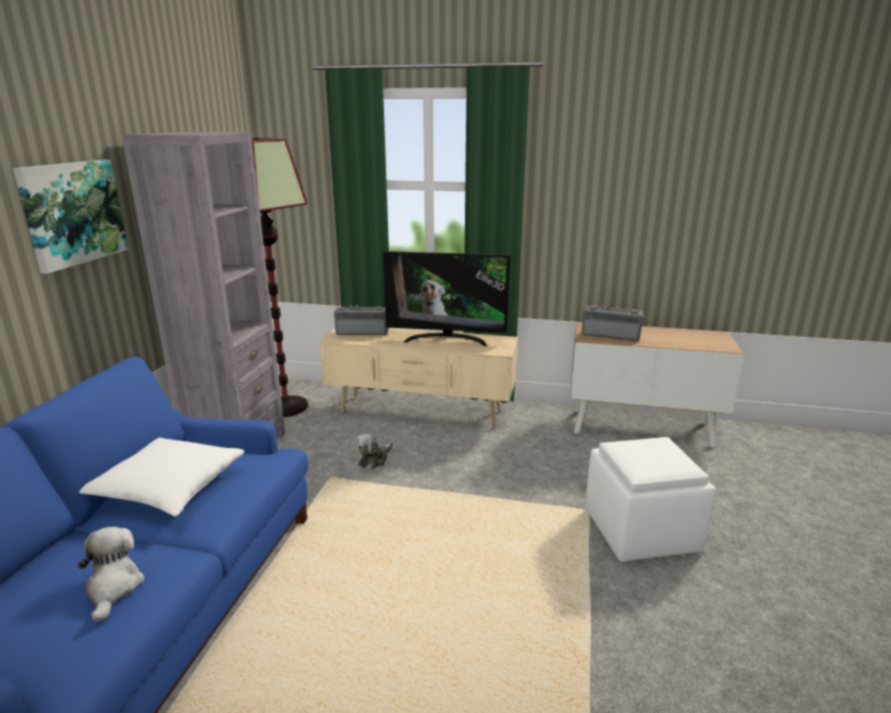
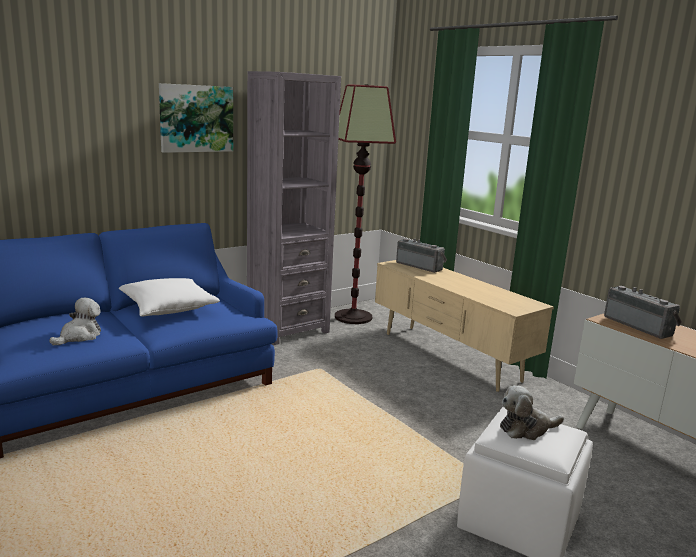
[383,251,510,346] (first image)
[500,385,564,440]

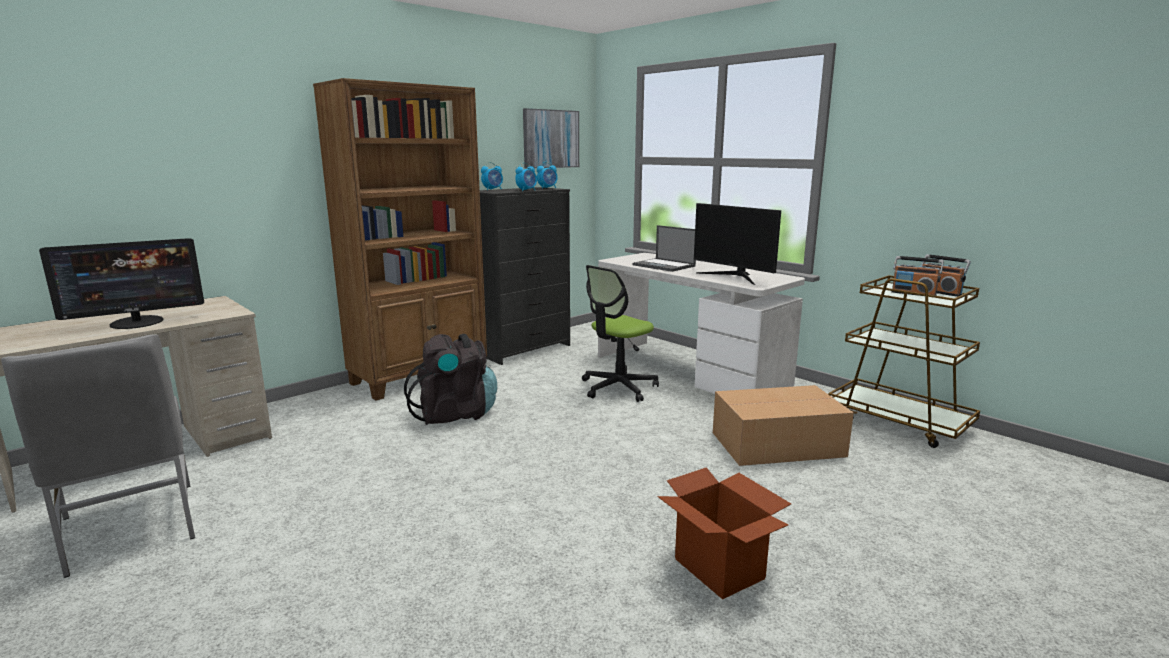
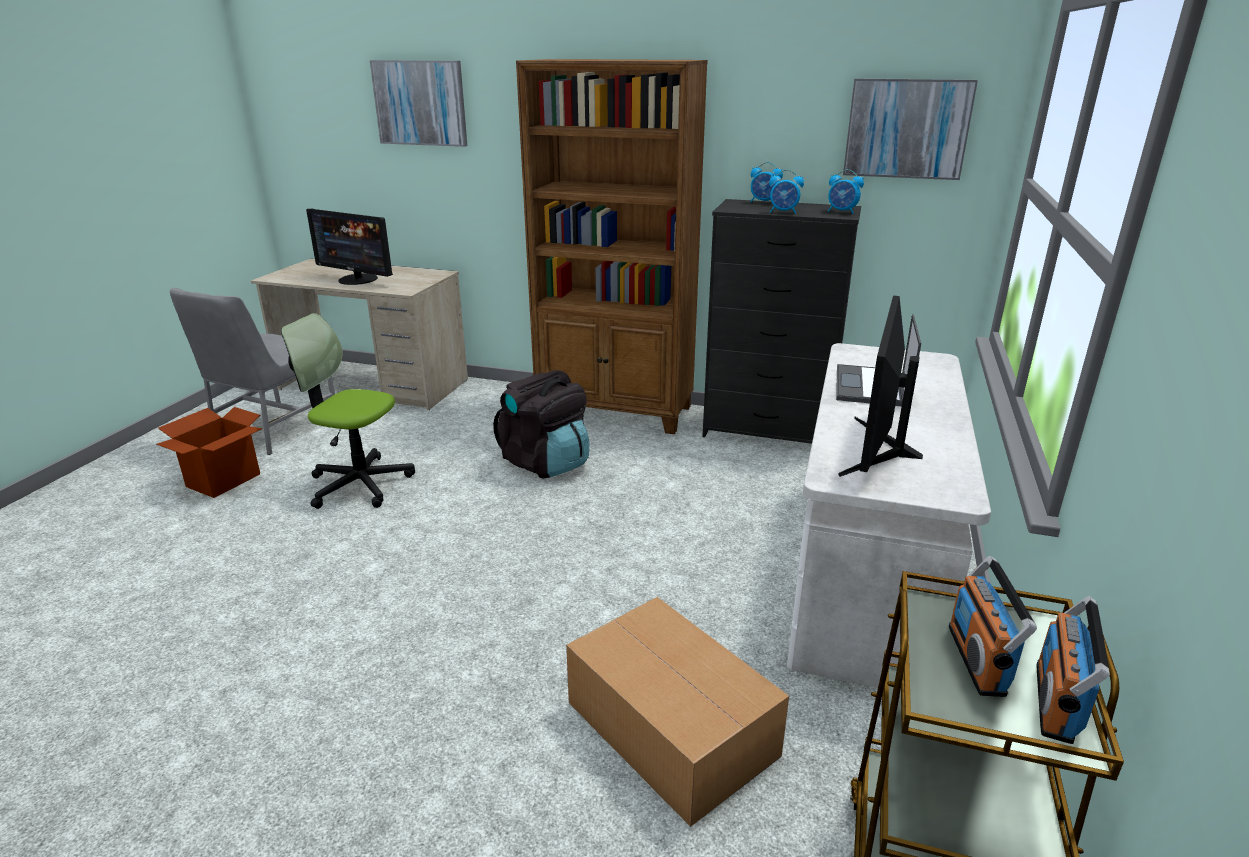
[281,313,415,509]
[156,407,263,498]
[370,60,467,147]

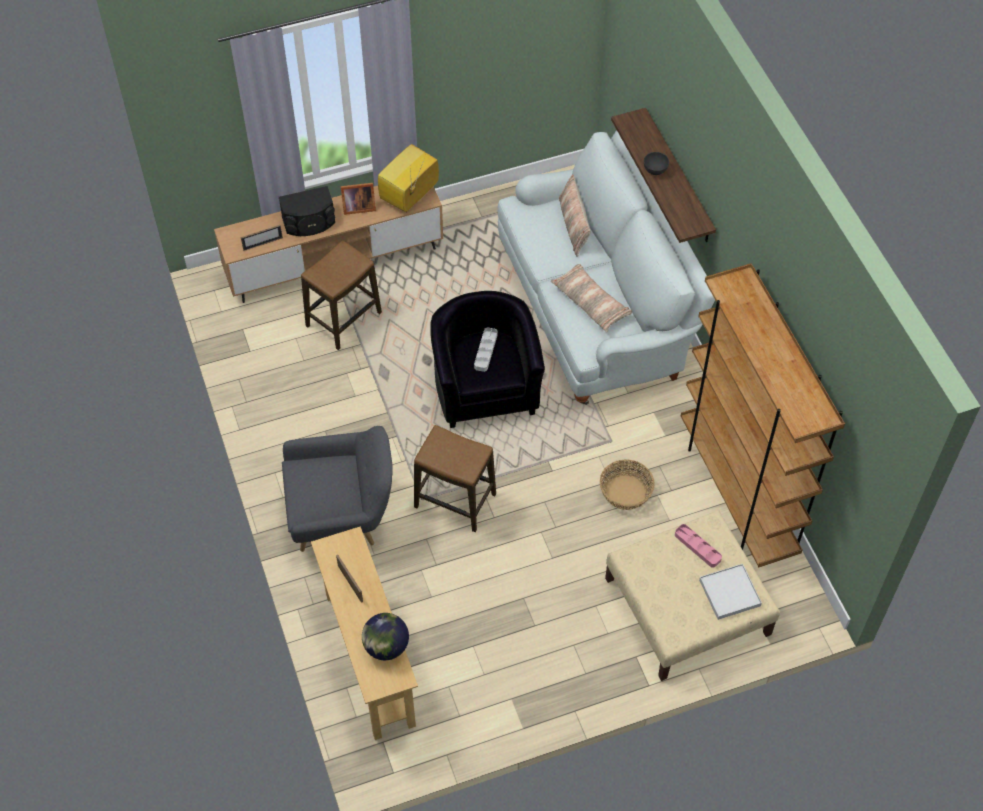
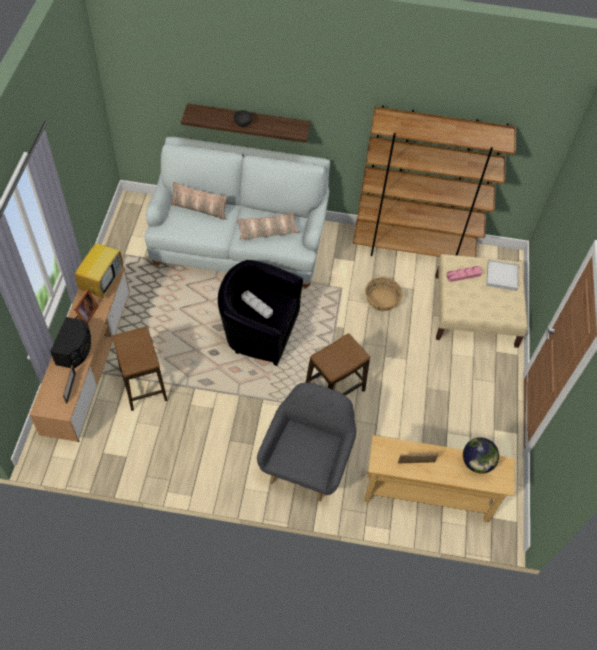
[75,233,123,298]

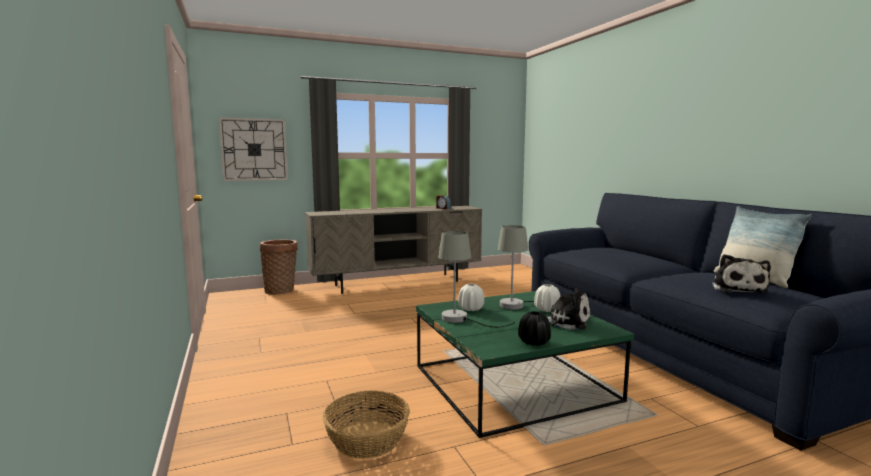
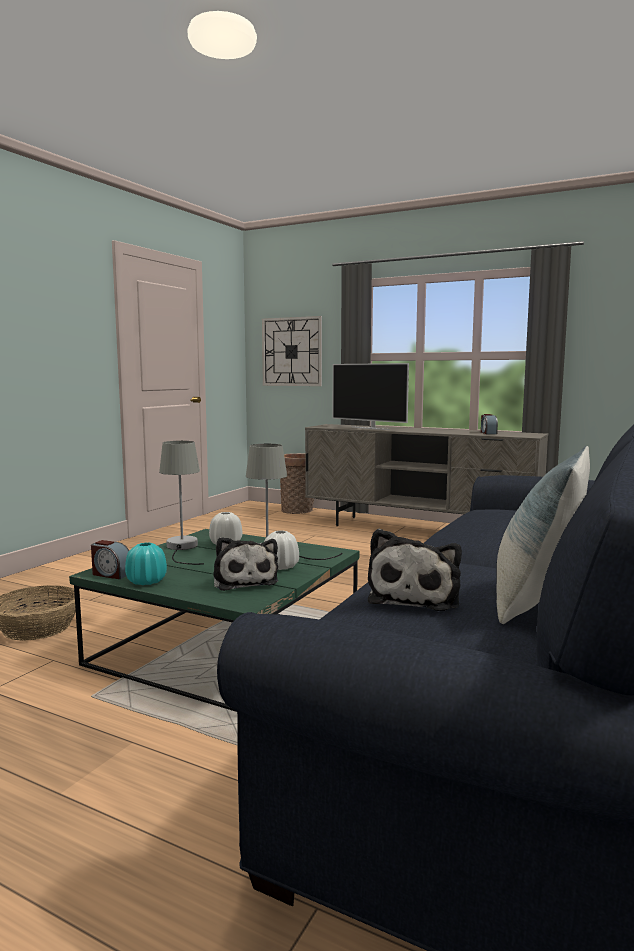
[368,529,462,611]
[125,543,167,585]
[333,363,409,430]
[91,540,129,579]

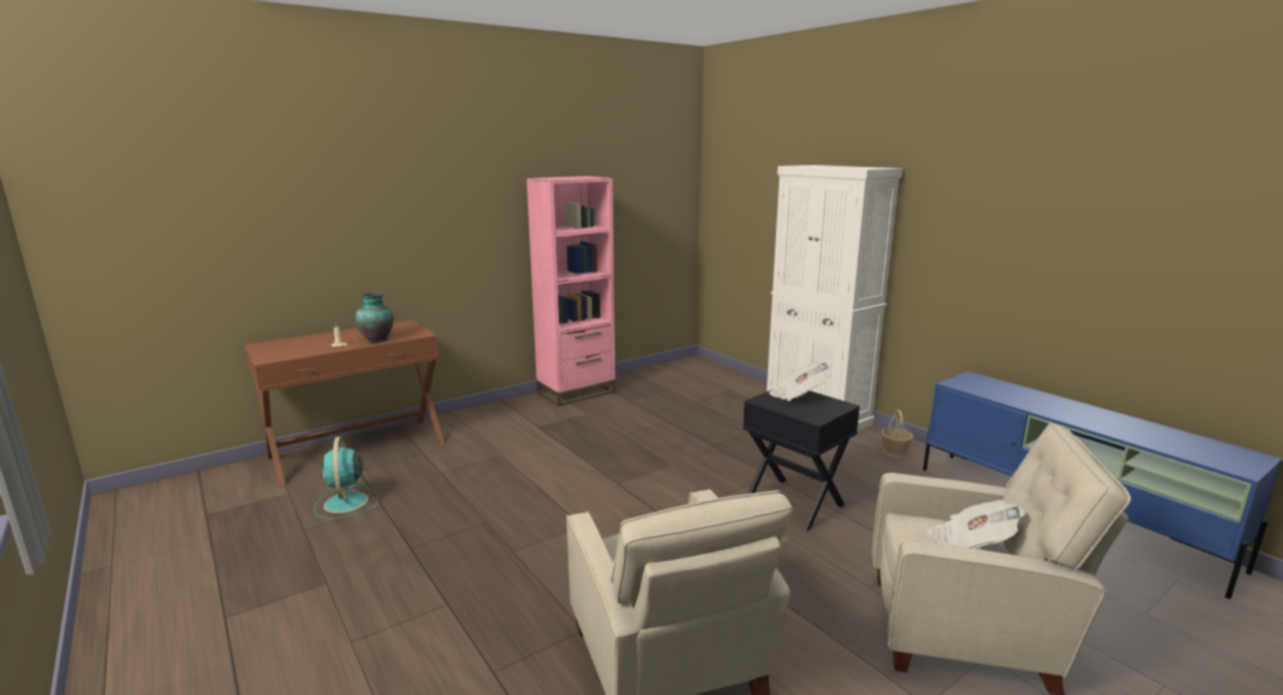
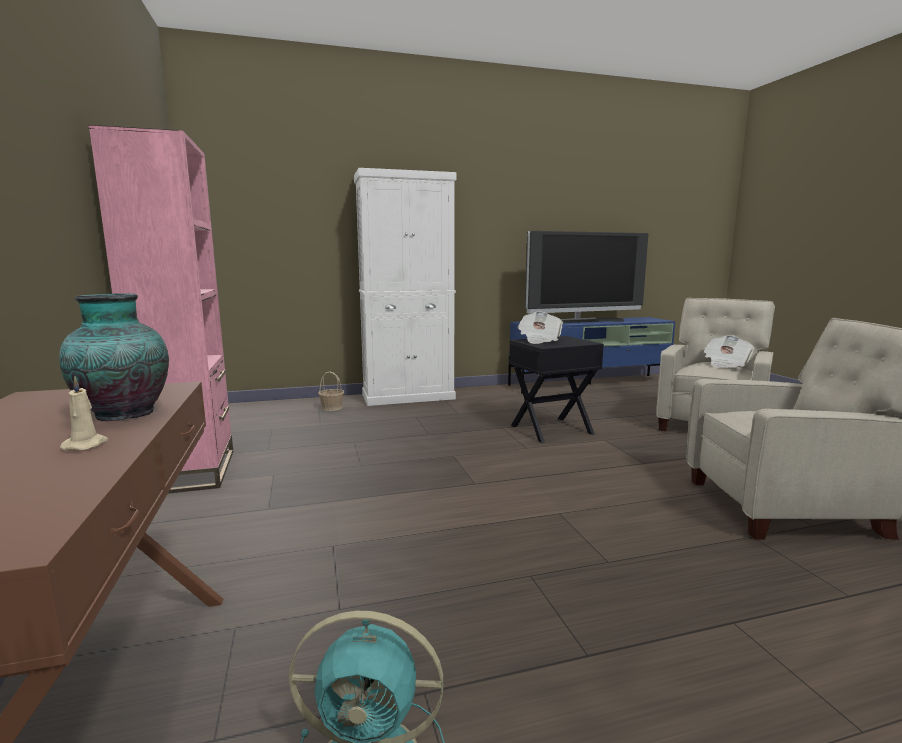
[318,372,344,411]
[525,231,648,323]

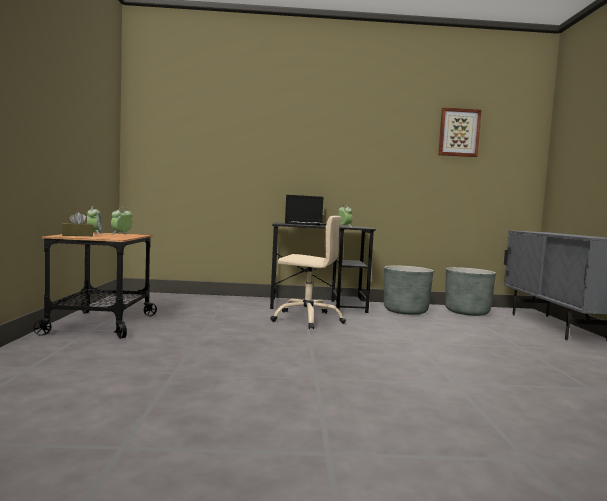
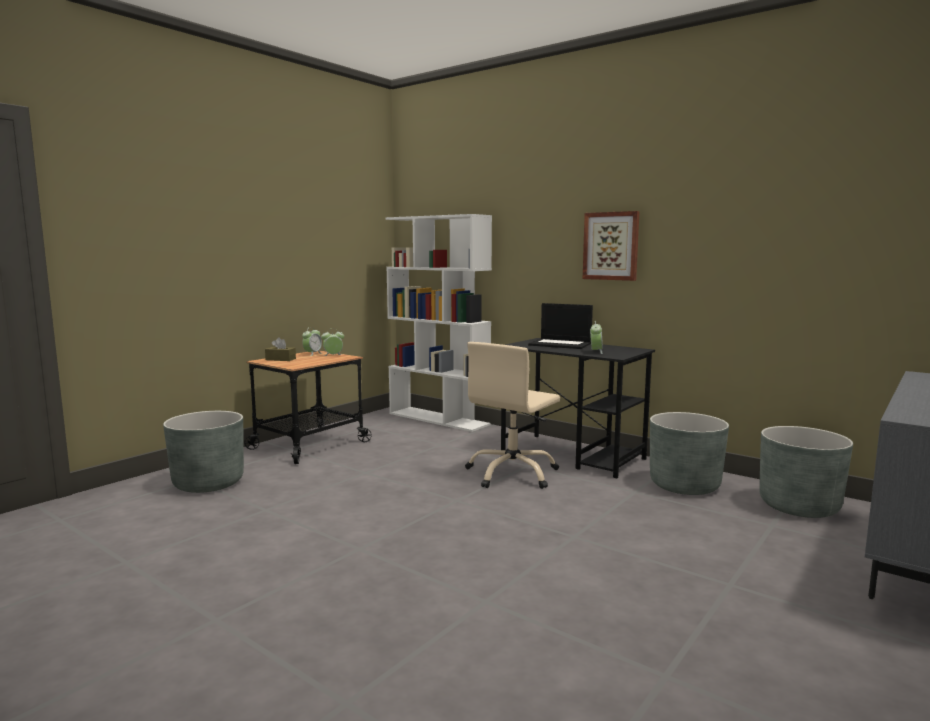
[583,211,640,281]
[465,342,560,489]
[385,214,492,432]
[163,411,244,493]

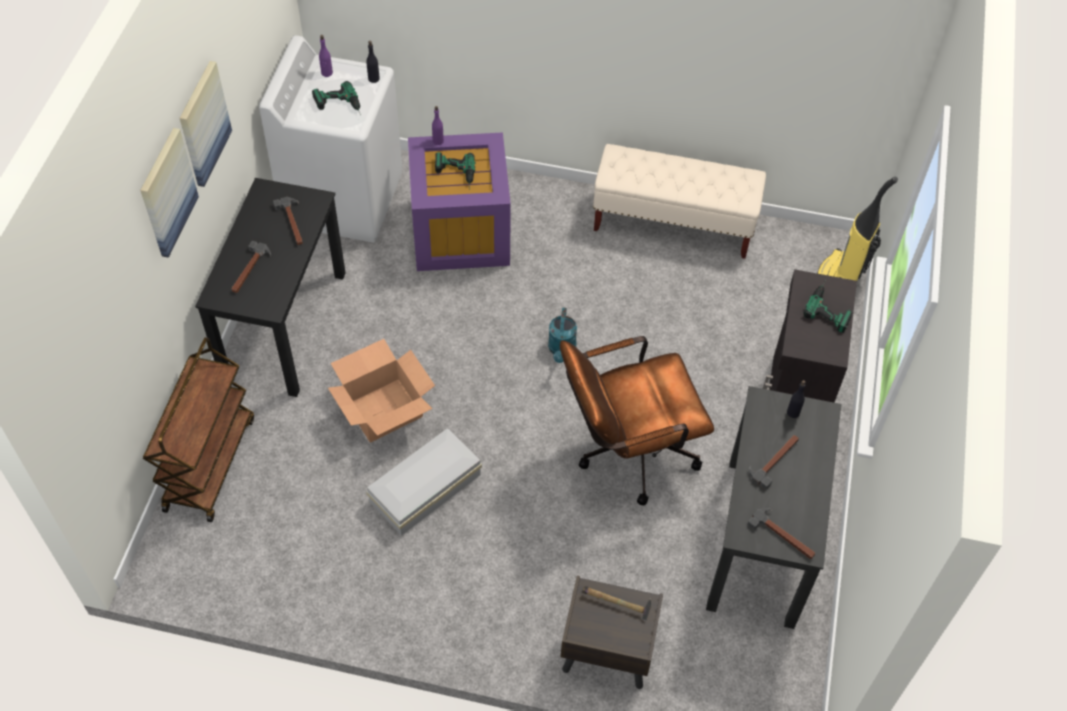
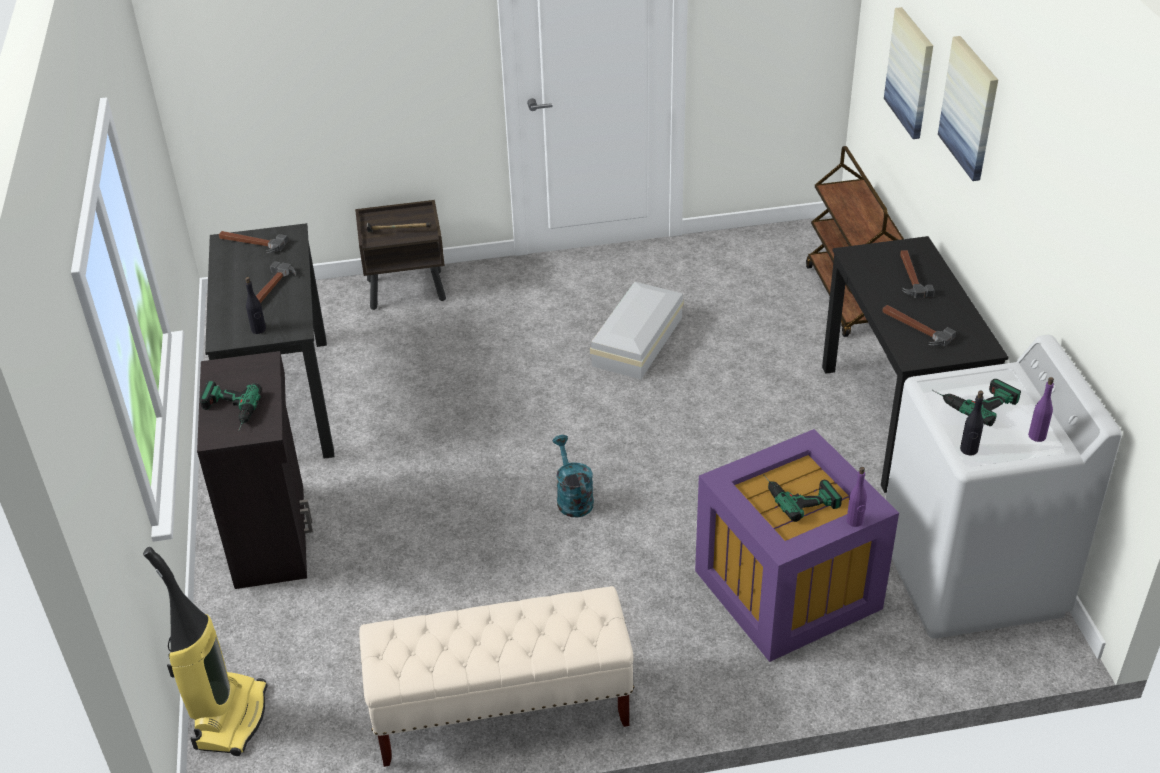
[884,7,933,139]
[560,336,714,505] (first image)
[328,339,435,443] (first image)

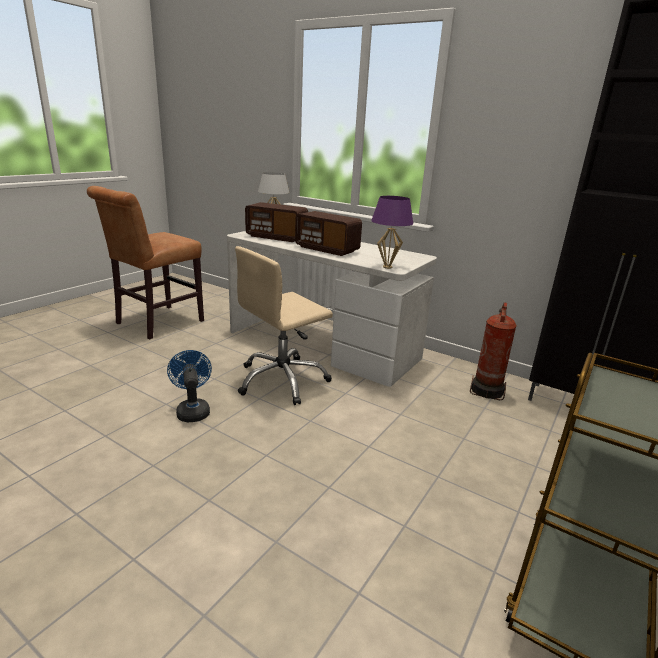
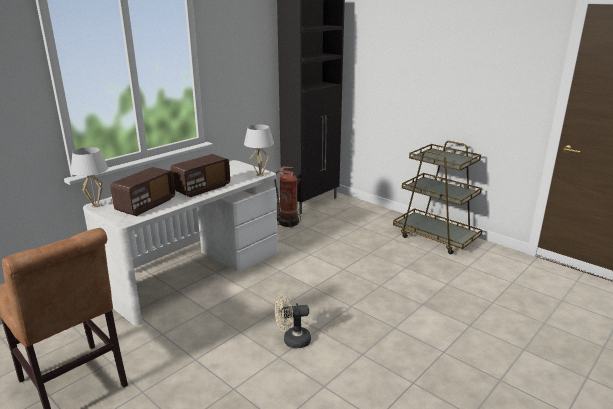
[244,124,274,177]
[235,246,333,405] (first image)
[275,294,311,348]

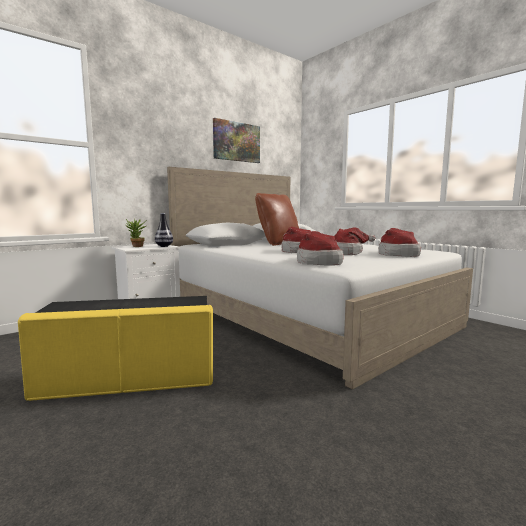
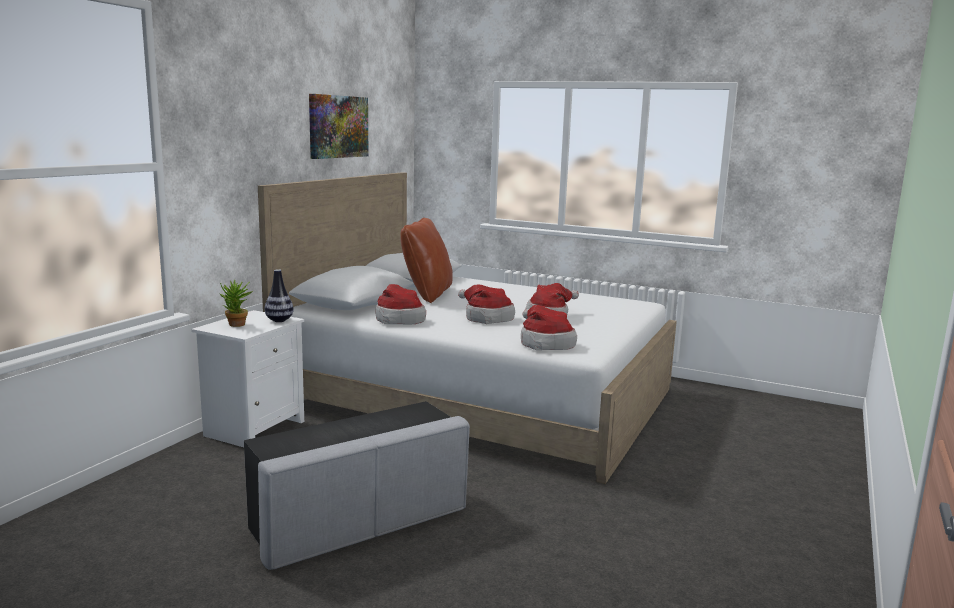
[375,284,426,324]
[244,401,470,570]

